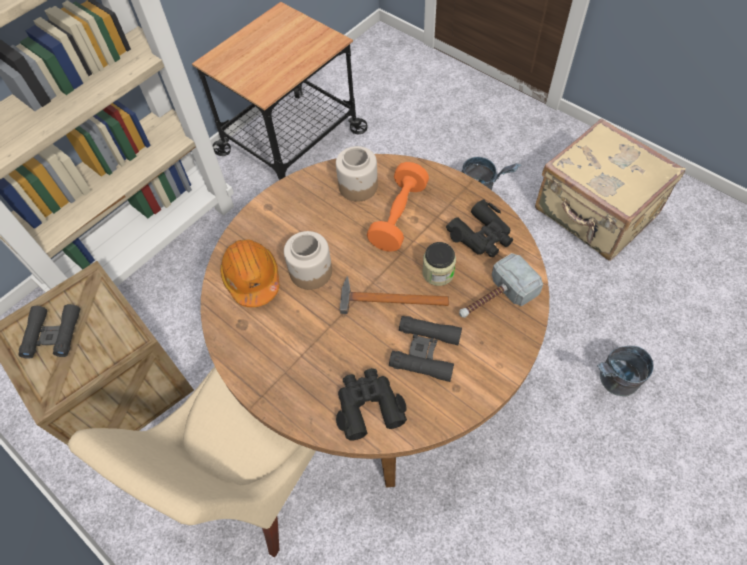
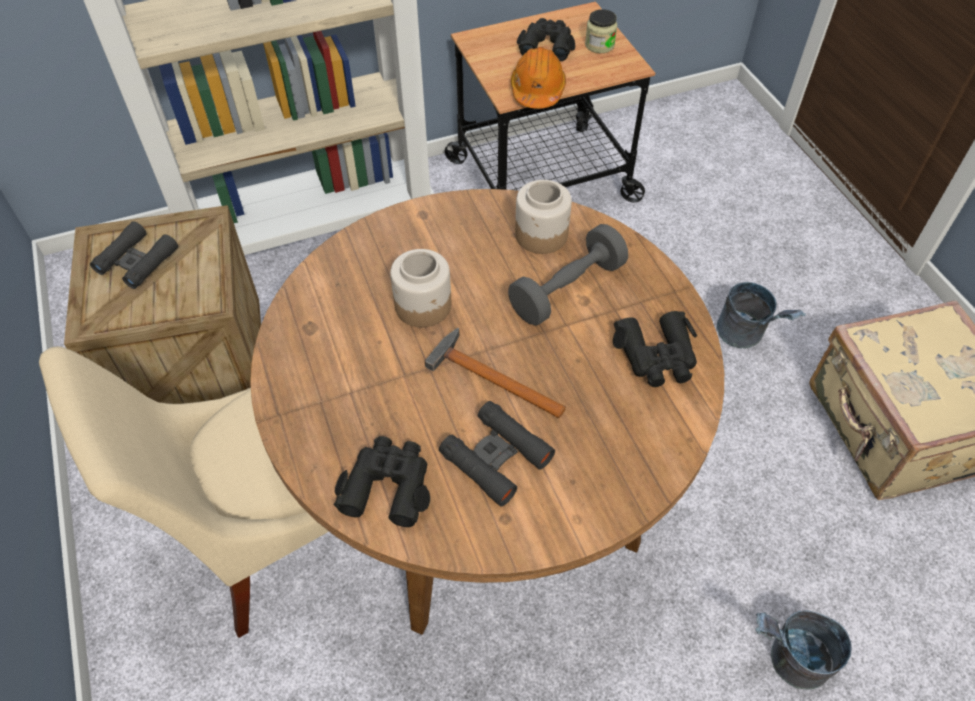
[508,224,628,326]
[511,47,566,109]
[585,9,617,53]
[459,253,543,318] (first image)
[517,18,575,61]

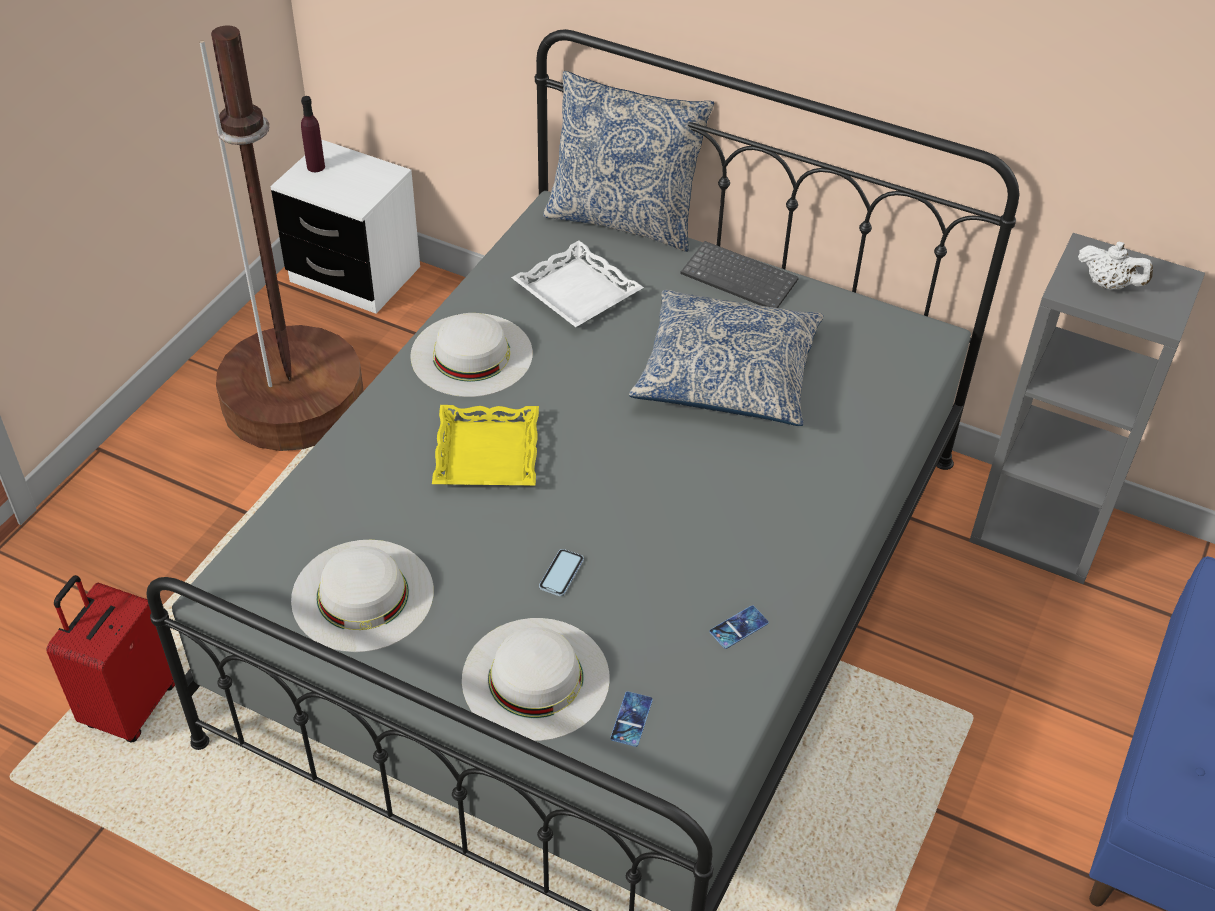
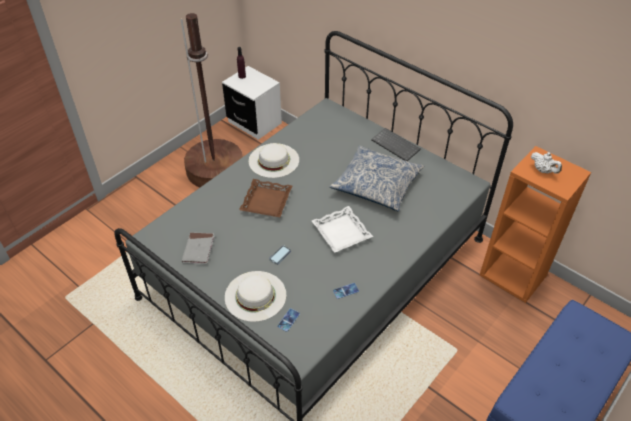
[543,71,714,252] (first image)
[480,146,591,303]
[312,206,373,253]
[239,179,292,217]
[182,232,215,264]
[46,575,175,742] (first image)

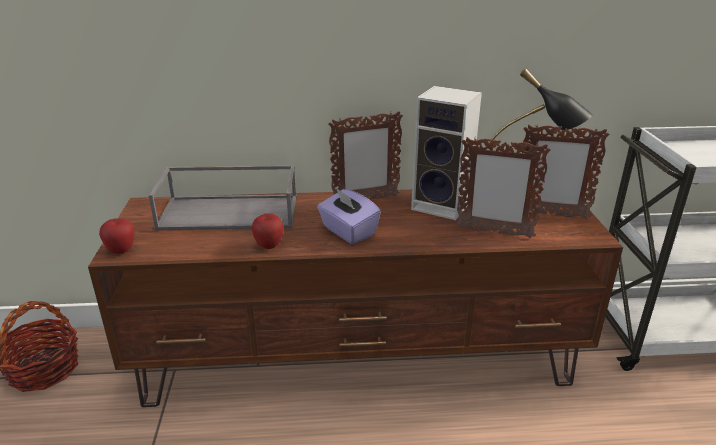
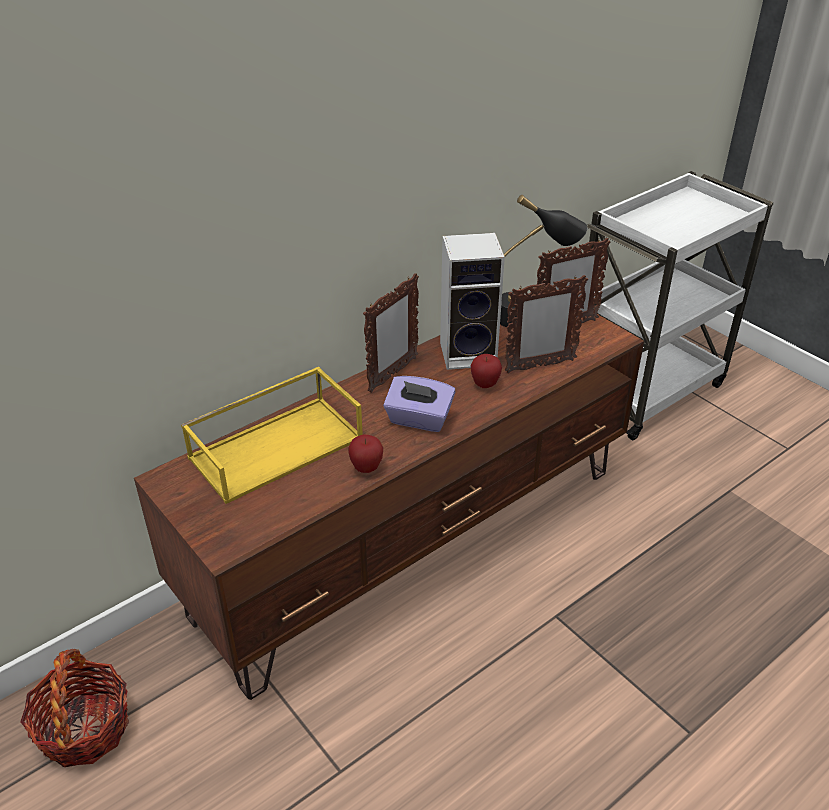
[181,367,363,504]
[471,354,502,388]

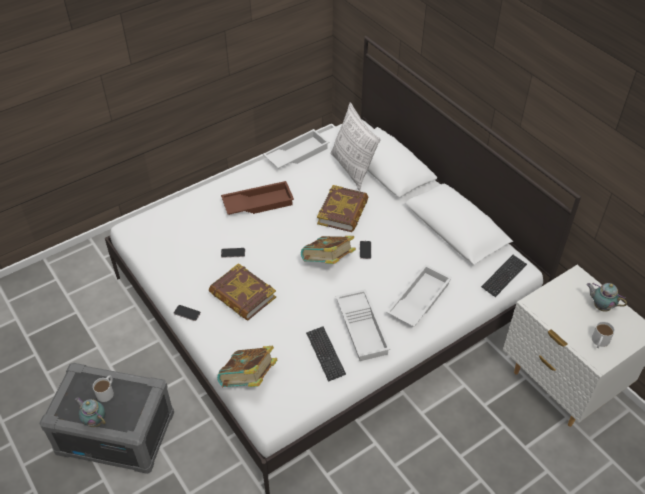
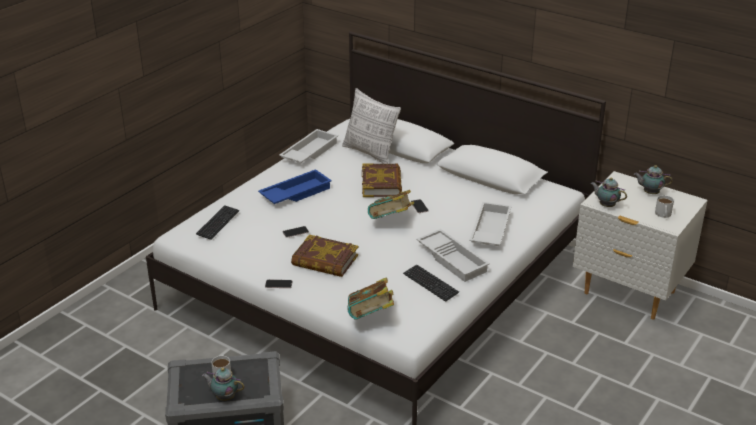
[258,169,332,204]
[196,205,239,240]
[591,177,627,207]

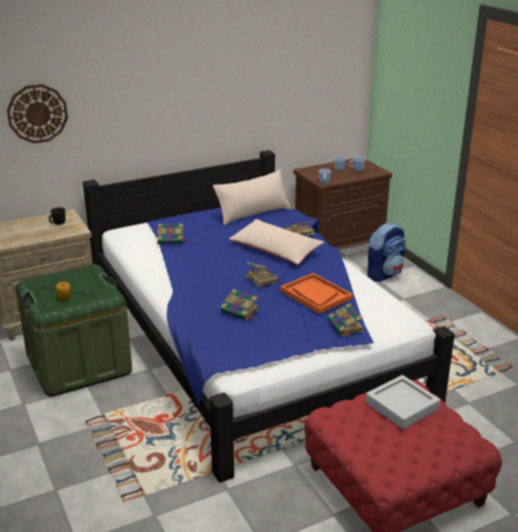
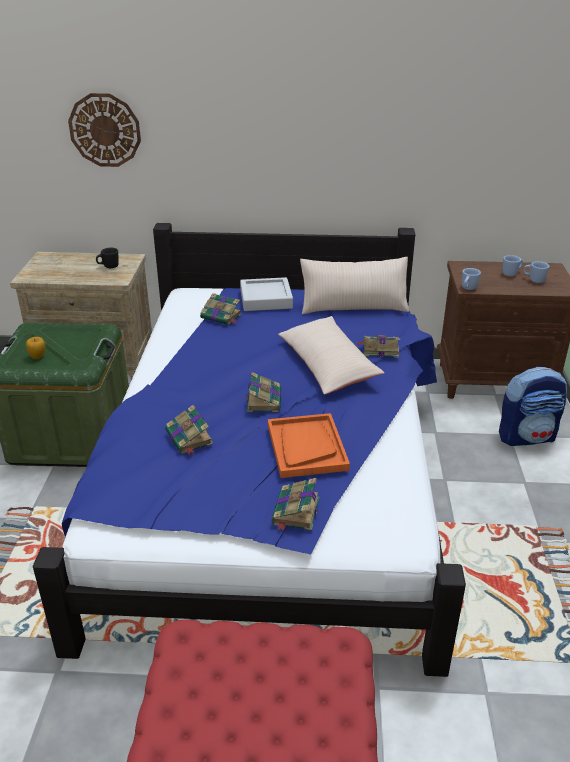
[240,277,293,311]

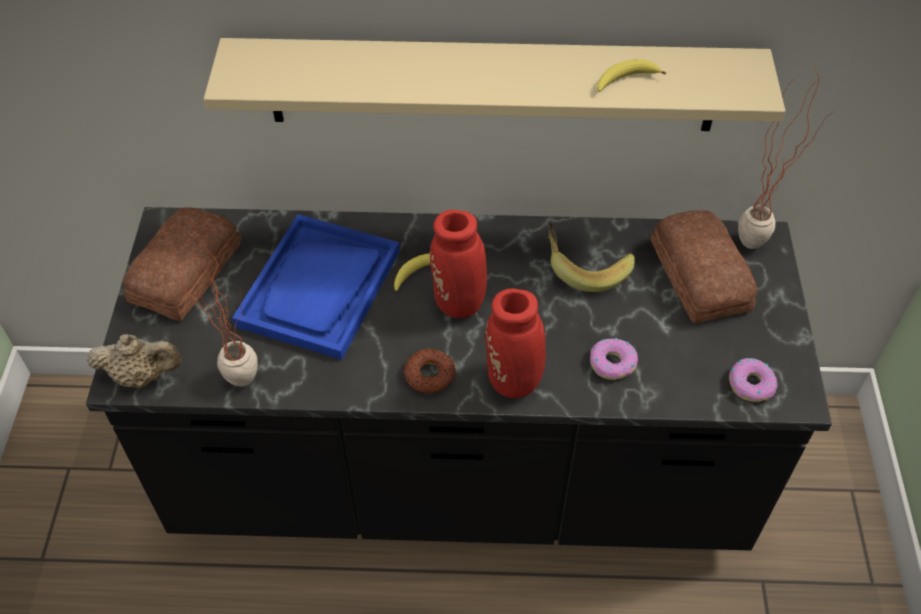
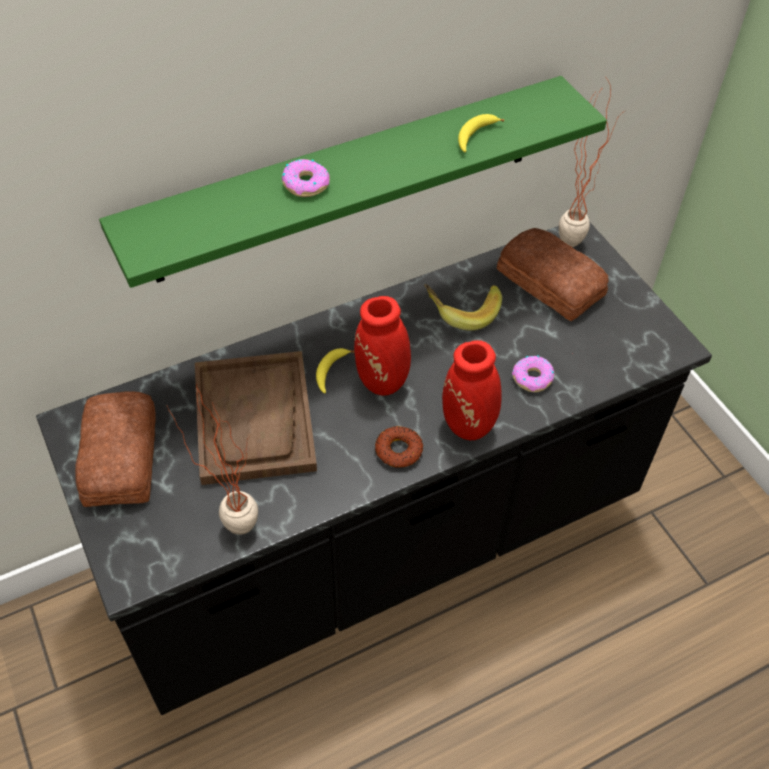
[99,76,607,288]
[195,351,317,485]
[86,334,182,388] (first image)
[282,159,330,197]

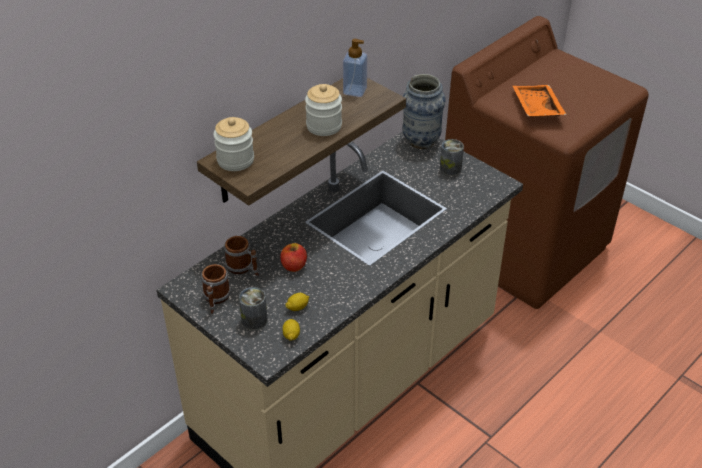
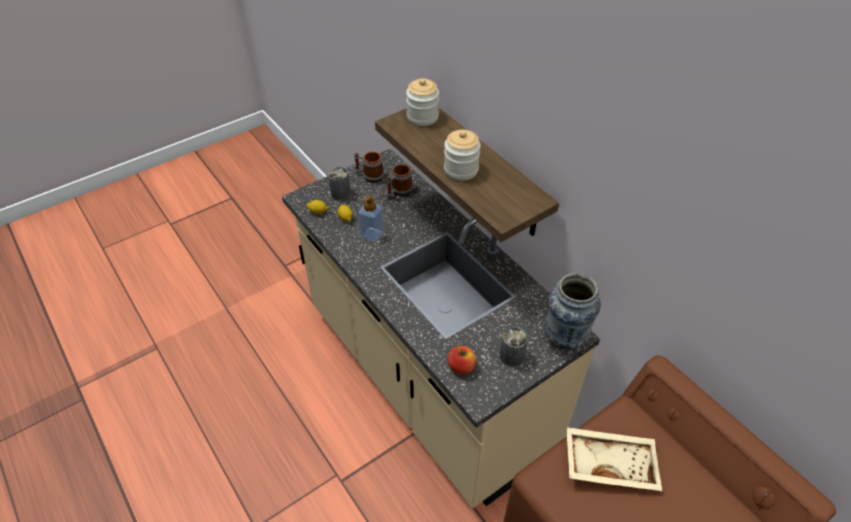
[358,195,384,243]
[566,427,662,491]
[448,346,477,375]

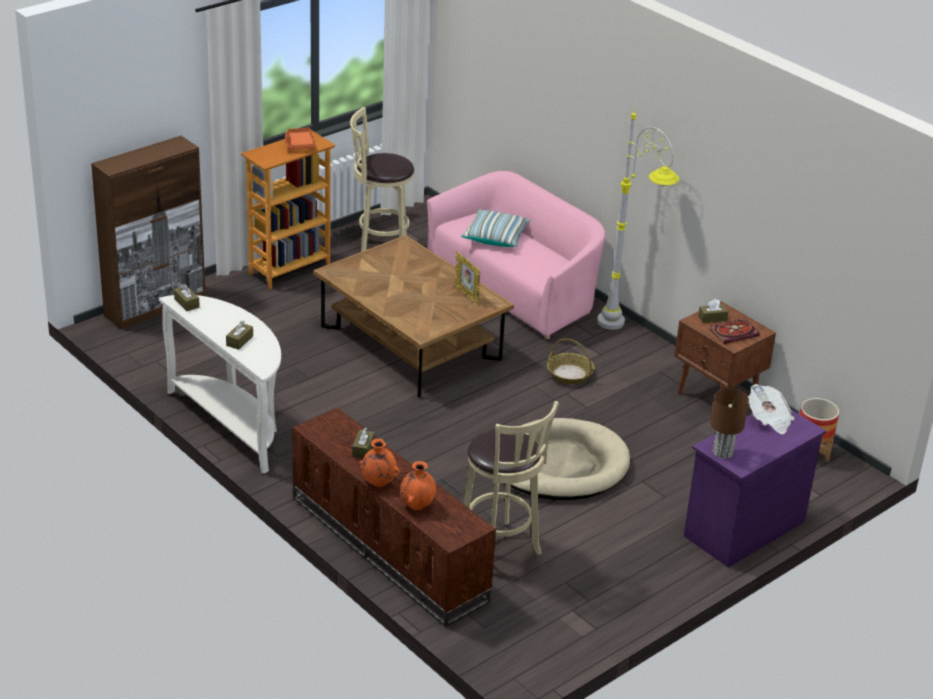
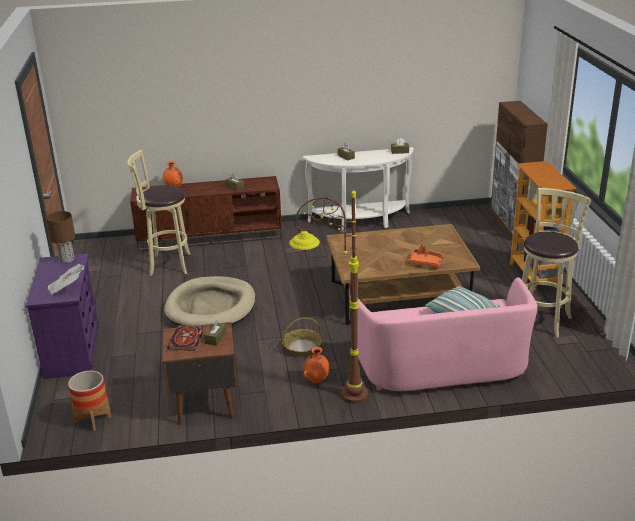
[289,186,368,404]
[408,245,443,268]
[454,251,481,305] (first image)
[303,347,329,383]

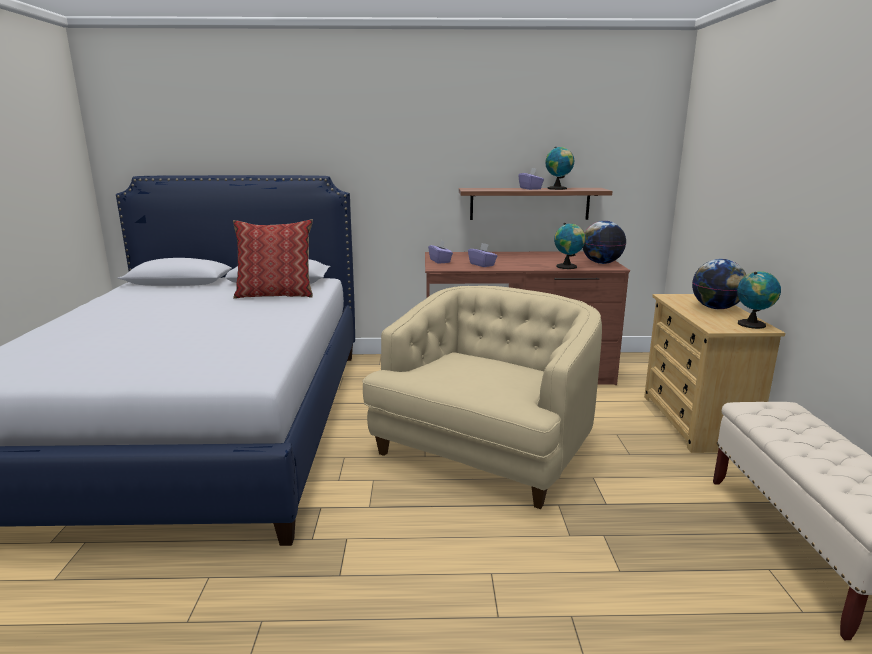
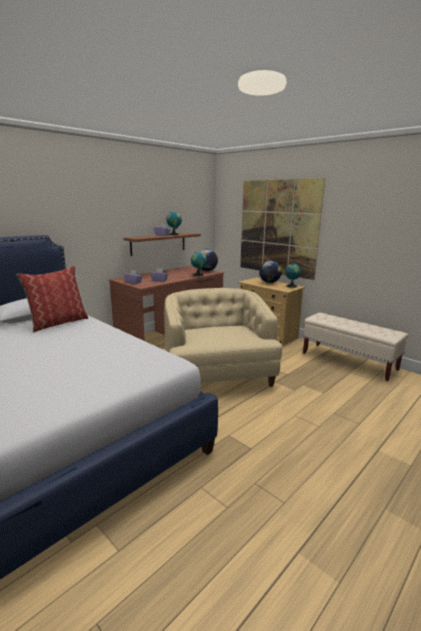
[240,178,325,280]

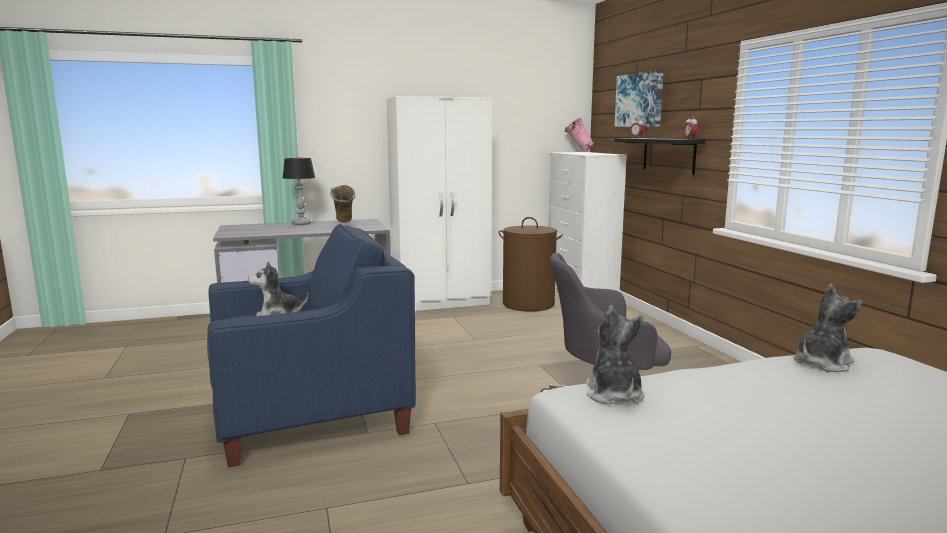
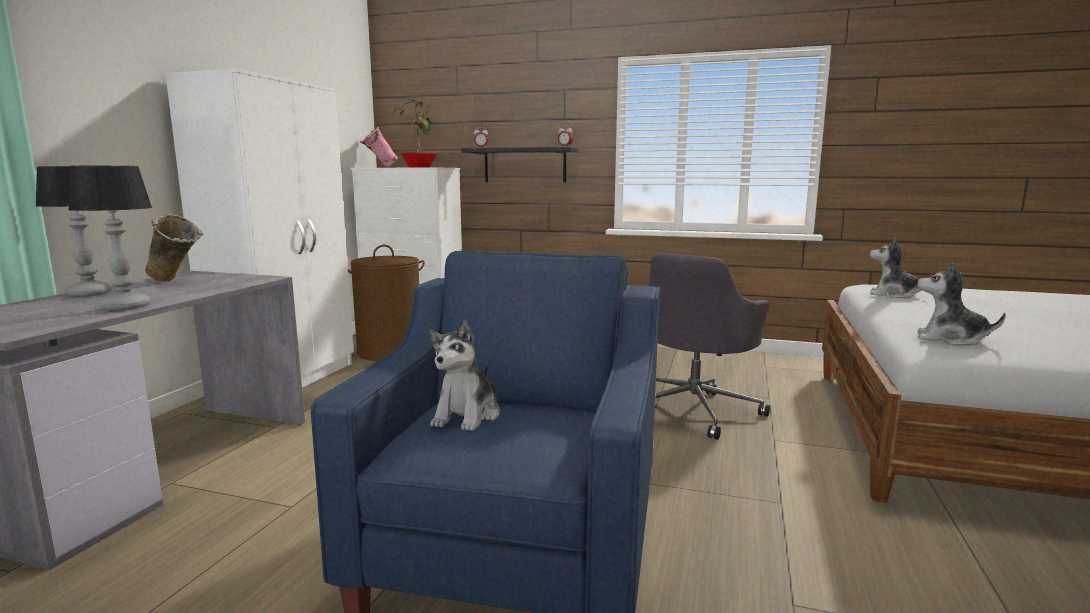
[614,70,664,127] (first image)
[870,237,932,298]
[393,96,436,168]
[68,166,152,311]

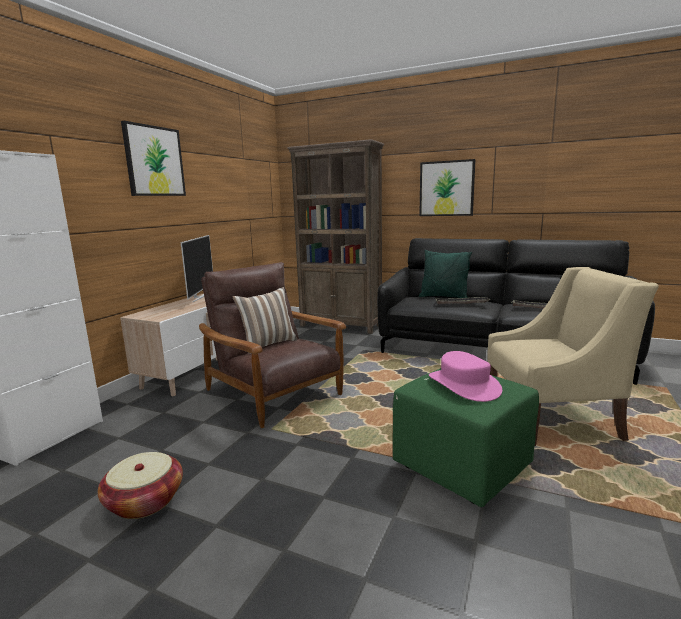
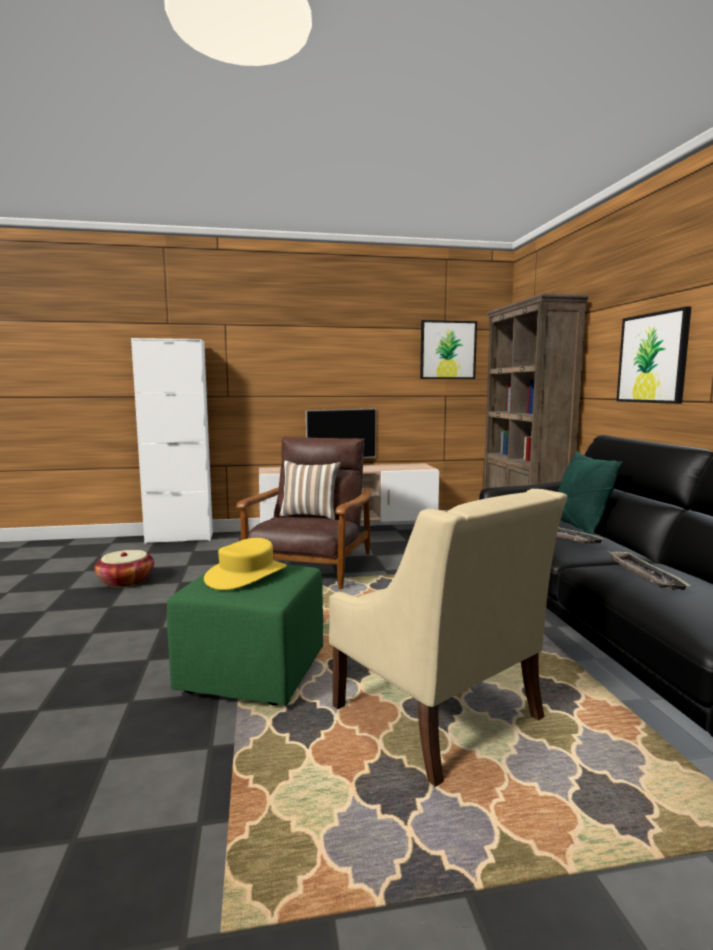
[420,320,477,379]
[204,538,287,590]

